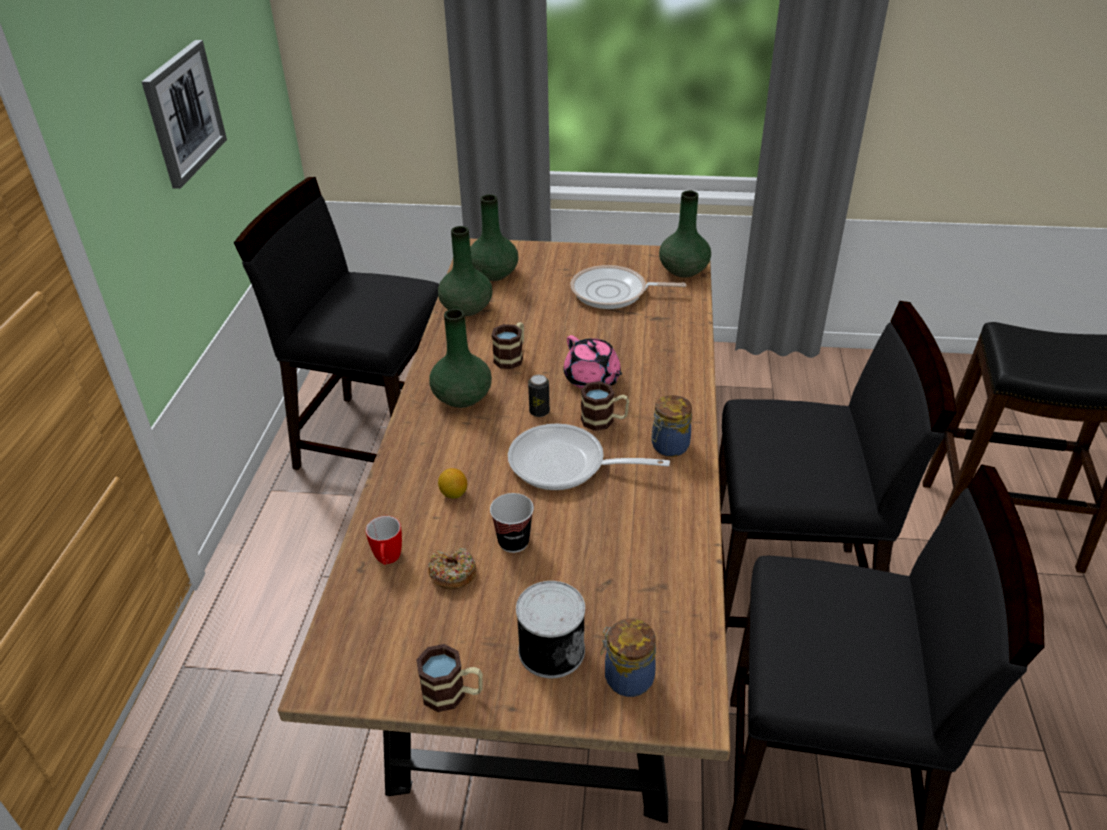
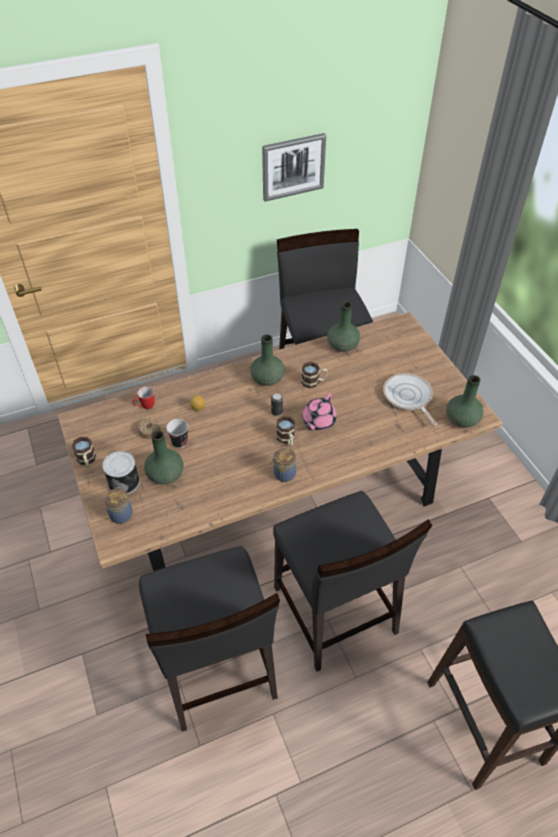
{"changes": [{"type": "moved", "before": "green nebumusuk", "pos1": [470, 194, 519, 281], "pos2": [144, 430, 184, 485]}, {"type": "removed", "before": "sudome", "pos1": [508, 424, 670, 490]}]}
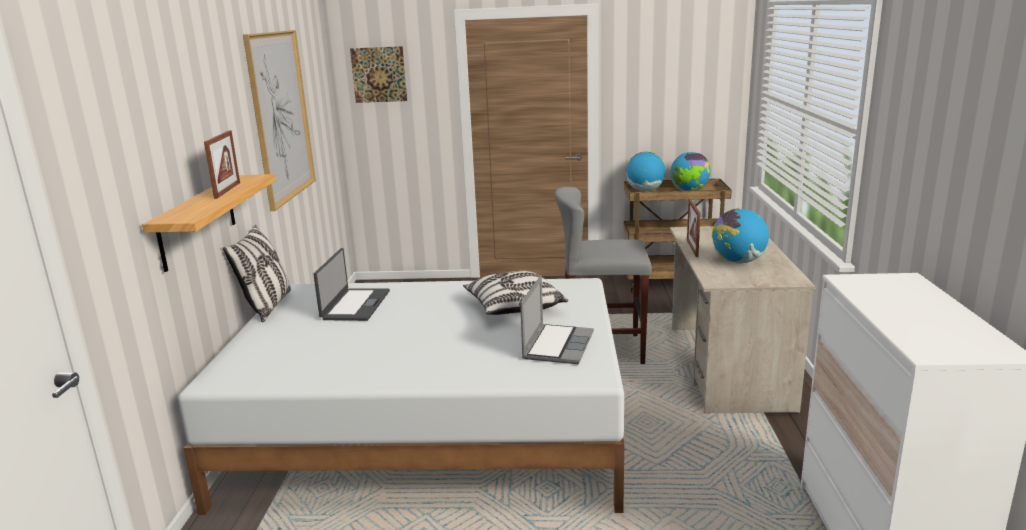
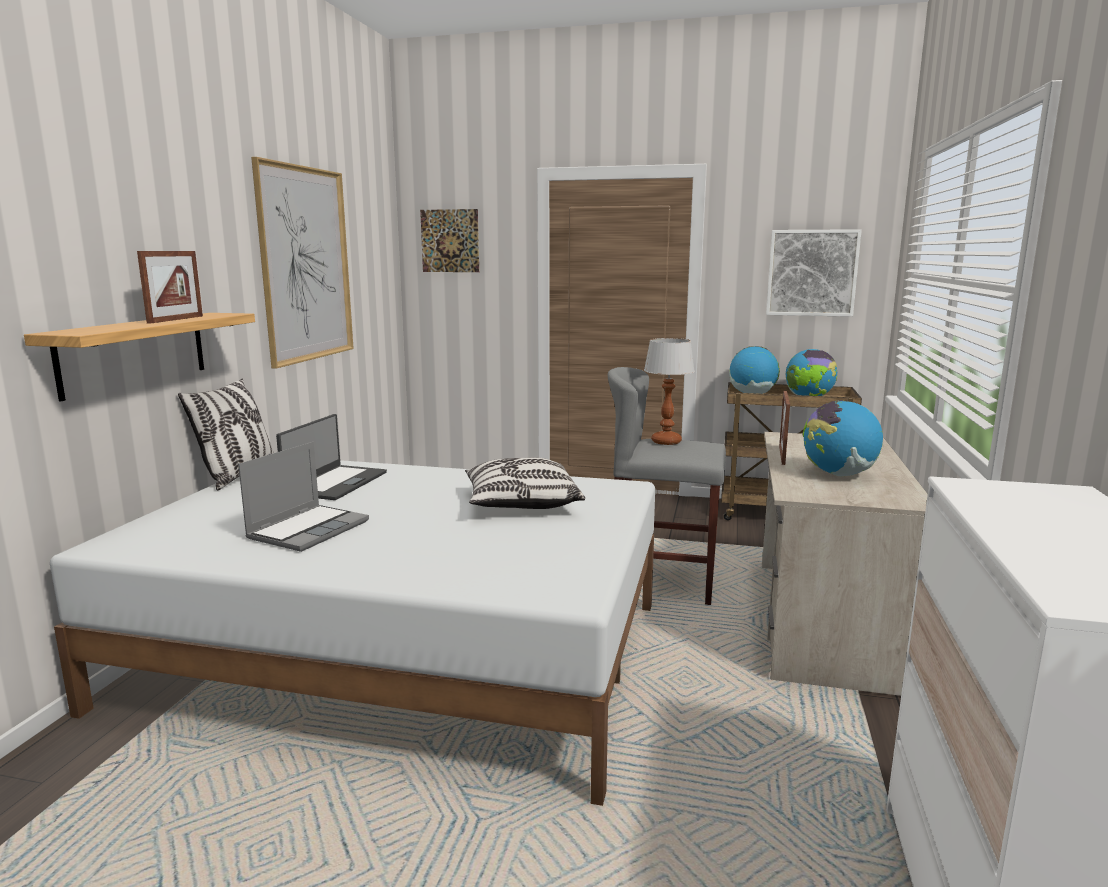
{"changes": [{"type": "moved", "before": "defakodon", "pos1": [520, 275, 594, 364], "pos2": [238, 442, 369, 552]}, {"type": "added", "after": "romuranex", "pos2": [644, 338, 695, 445]}, {"type": "added", "after": "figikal", "pos2": [766, 229, 862, 317]}]}
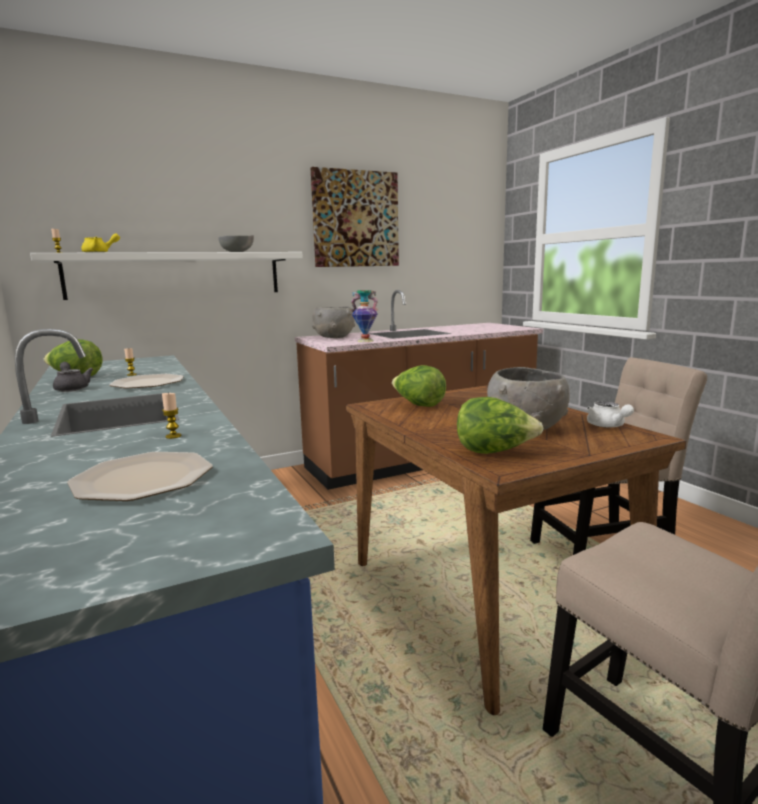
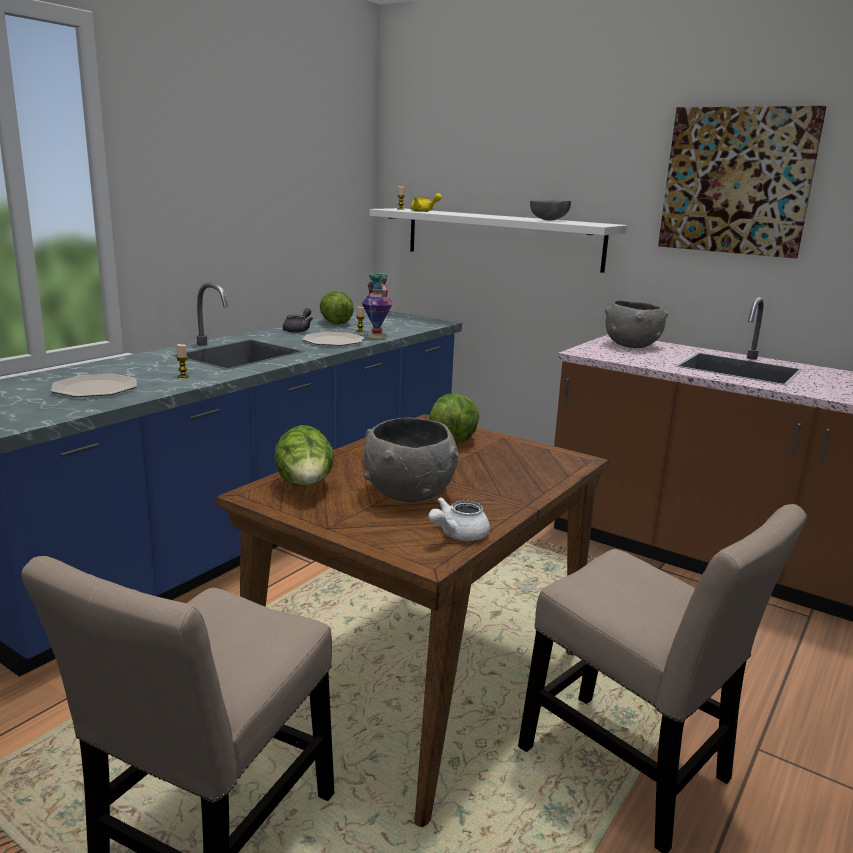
{"changes": [{"type": "moved", "before": "nebumusuk", "pos1": [351, 290, 378, 342], "pos2": [362, 273, 393, 339]}]}
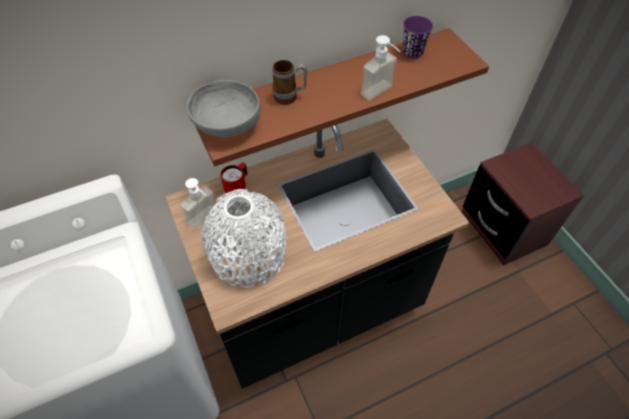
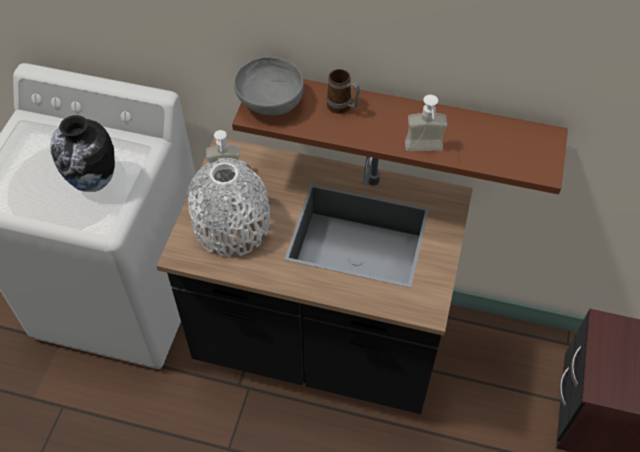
{"changes": [{"type": "added", "after": "nebumusuk", "pos2": [50, 115, 115, 192]}, {"type": "removed", "before": "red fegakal", "pos1": [220, 162, 248, 193]}, {"type": "removed", "before": "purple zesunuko", "pos1": [403, 16, 433, 58]}]}
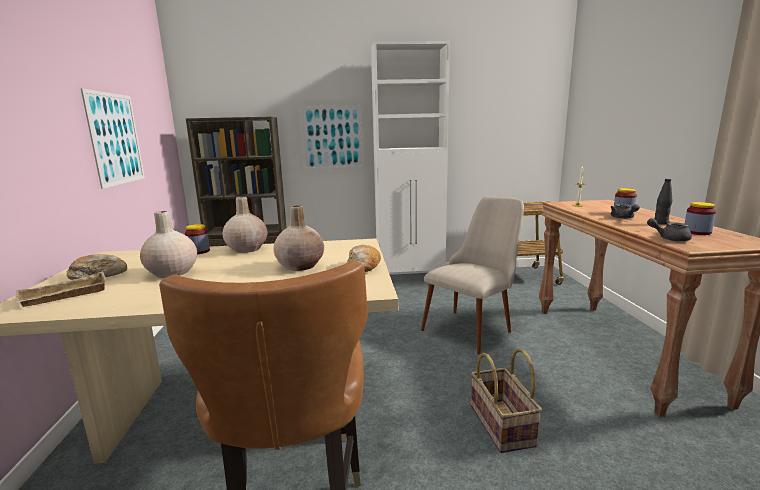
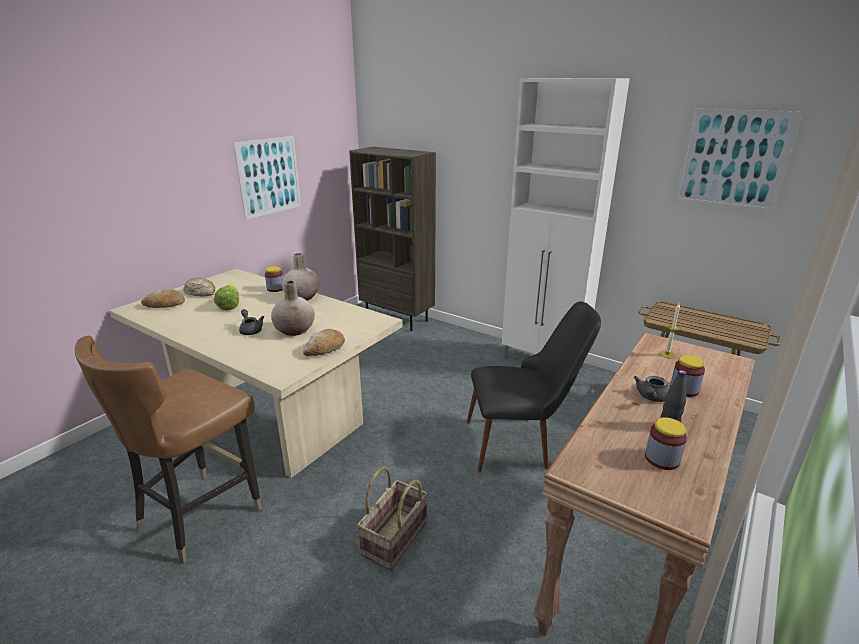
{"changes": [{"type": "replaced", "before": "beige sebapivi", "after": "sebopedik", "pos1": [15, 272, 107, 307], "pos2": [141, 289, 185, 308]}, {"type": "replaced", "before": "beige nebumusuk", "after": "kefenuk", "pos1": [140, 211, 197, 278], "pos2": [214, 284, 239, 310]}, {"type": "moved", "before": "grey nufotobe", "pos1": [647, 218, 692, 242], "pos2": [239, 309, 264, 335]}, {"type": "recoloured", "before": "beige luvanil", "after": "black luvanil", "pos1": [421, 196, 524, 354], "pos2": [466, 301, 601, 473]}, {"type": "moved", "before": "figikal", "pos1": [299, 105, 364, 170], "pos2": [674, 109, 802, 212]}]}
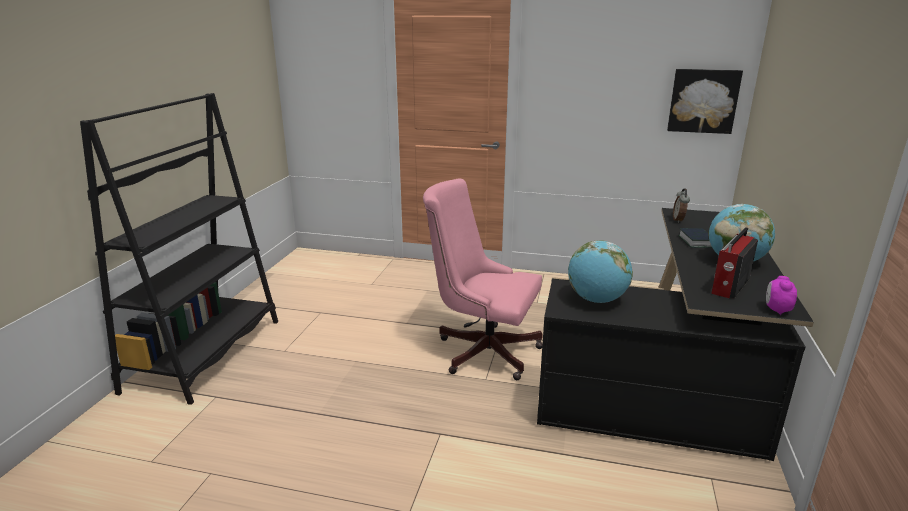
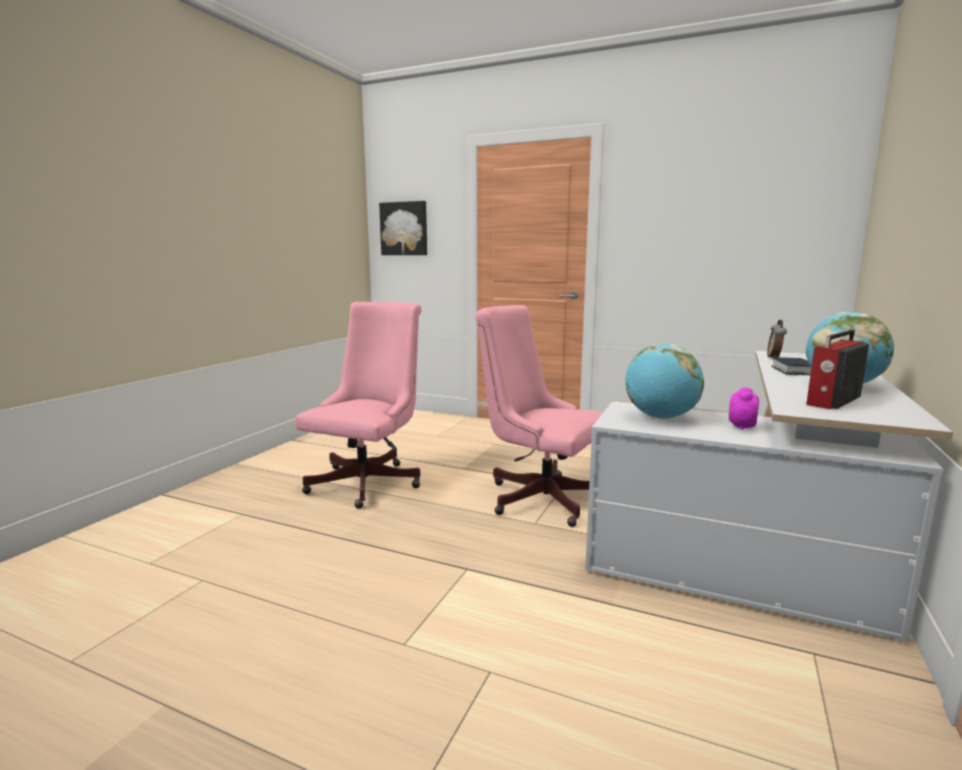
{"changes": [{"type": "added", "after": "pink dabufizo", "pos2": [295, 302, 421, 508]}, {"type": "moved", "before": "figikal", "pos1": [667, 69, 743, 134], "pos2": [379, 201, 427, 255]}, {"type": "recoloured", "before": "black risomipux", "after": "white risomipux", "pos1": [537, 208, 814, 461], "pos2": [585, 351, 953, 642]}, {"type": "moved", "before": "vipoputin", "pos1": [766, 276, 797, 315], "pos2": [728, 388, 759, 430]}, {"type": "removed", "before": "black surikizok", "pos1": [80, 93, 278, 405]}]}
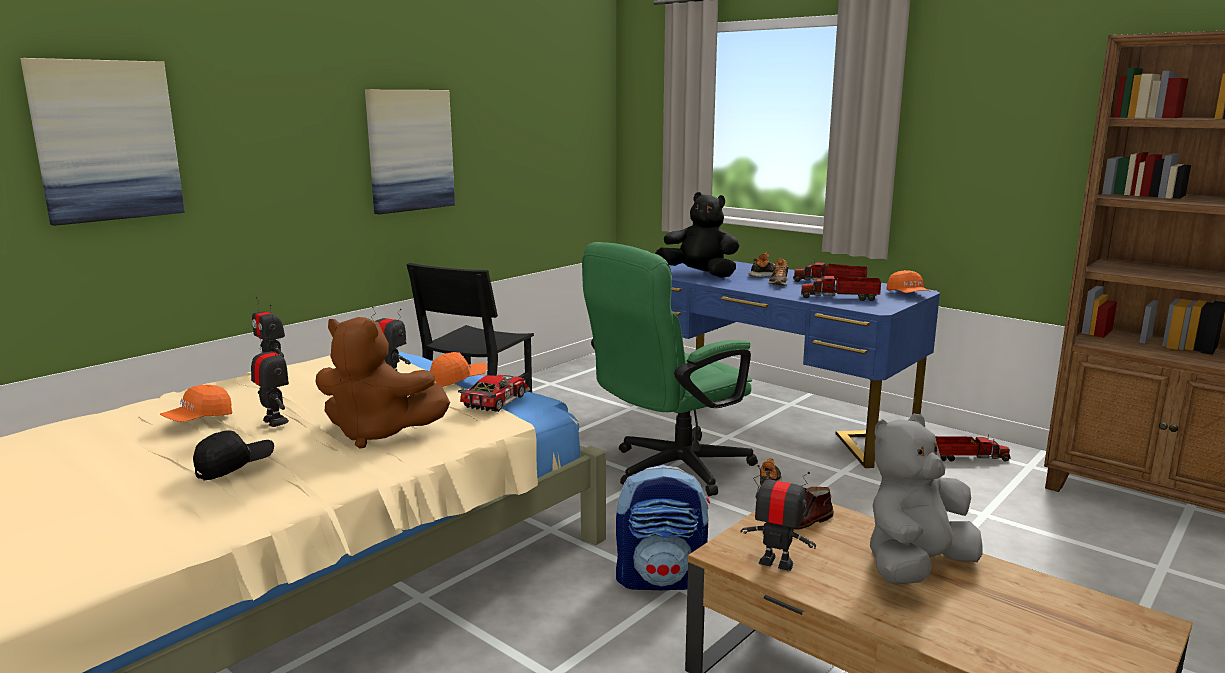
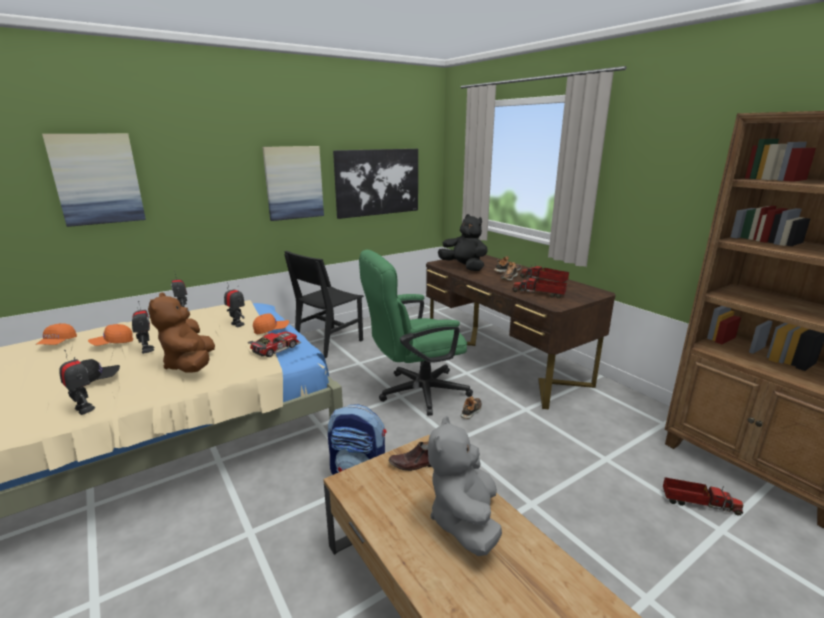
{"changes": [{"type": "moved", "before": "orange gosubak", "pos1": [886, 270, 930, 293], "pos2": [37, 323, 77, 345]}, {"type": "moved", "before": "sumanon", "pos1": [741, 465, 816, 571], "pos2": [59, 350, 95, 415]}, {"type": "turned", "before": "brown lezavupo", "pos1": [315, 317, 450, 449], "pos2": [148, 292, 215, 373], "turn": 45}, {"type": "added", "after": "figikal", "pos2": [333, 149, 418, 219]}, {"type": "recoloured", "before": "blue risomipux", "after": "brown risomipux", "pos1": [669, 261, 940, 468], "pos2": [426, 255, 615, 410]}, {"type": "turned", "before": "grey lezavupo", "pos1": [870, 413, 982, 585], "pos2": [428, 416, 502, 556], "turn": -60}, {"type": "moved", "before": "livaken", "pos1": [935, 434, 1010, 462], "pos2": [663, 477, 744, 516]}]}
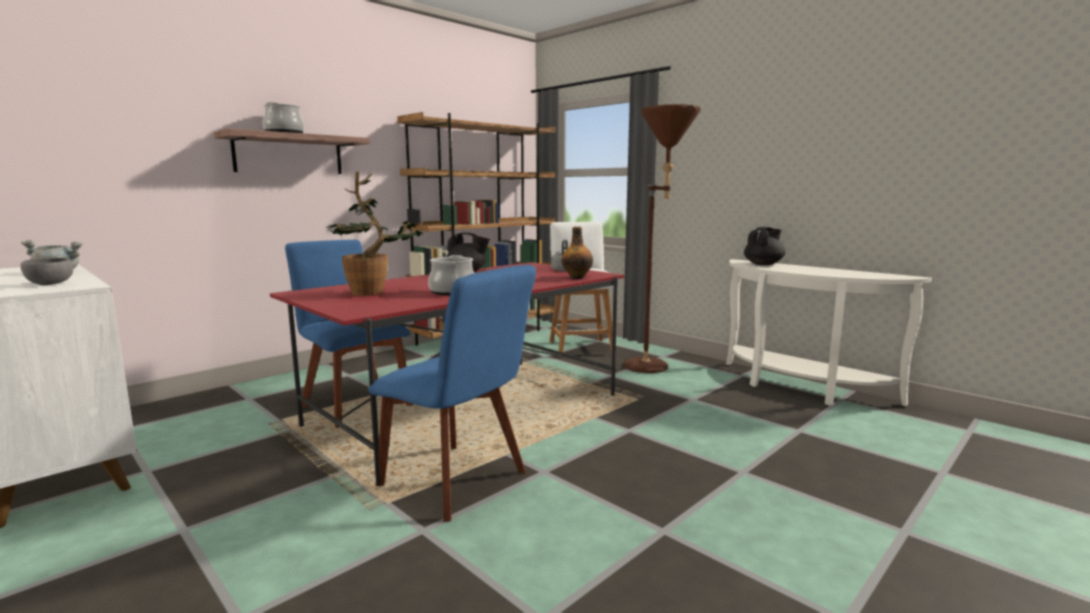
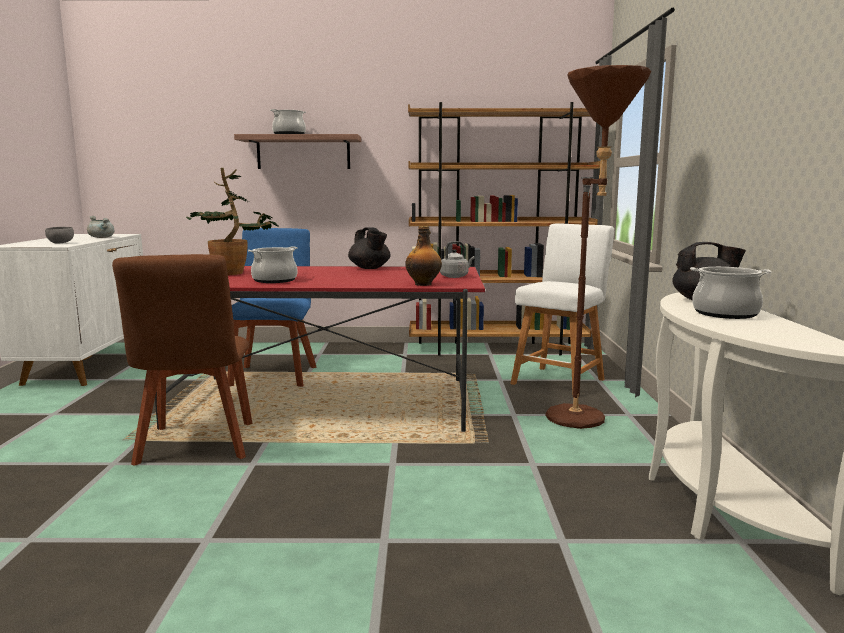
{"changes": [{"type": "recoloured", "before": "blue luvanil", "after": "brown luvanil", "pos1": [368, 265, 536, 522], "pos2": [112, 254, 253, 466]}, {"type": "added", "after": "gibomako", "pos2": [690, 267, 772, 319]}]}
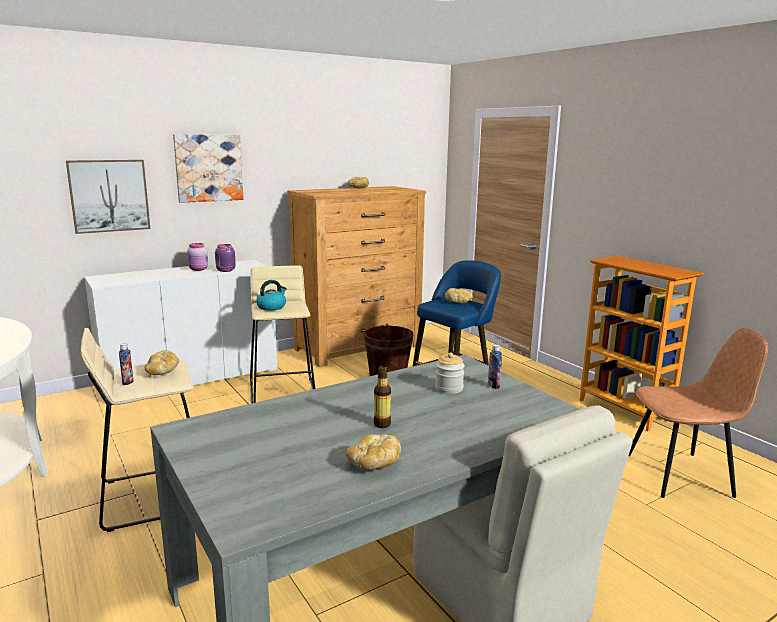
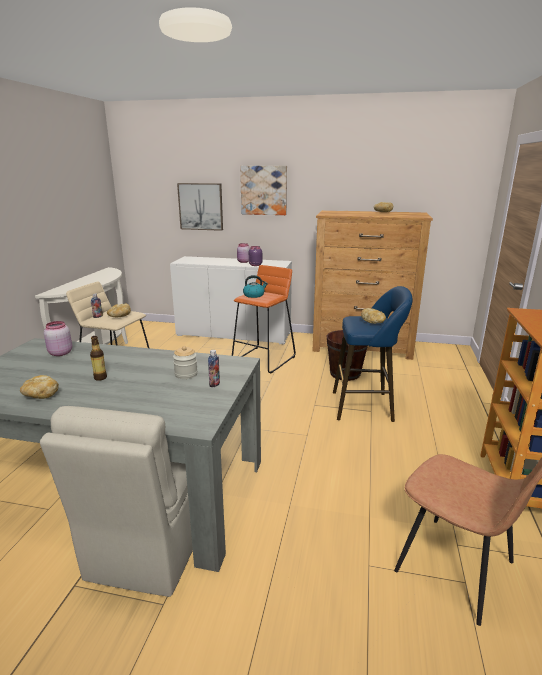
{"changes": [{"type": "added", "after": "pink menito", "pos2": [44, 321, 72, 356]}, {"type": "recoloured", "before": "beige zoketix", "after": "orange zoketix", "pos1": [250, 266, 315, 404], "pos2": [232, 265, 296, 373]}]}
